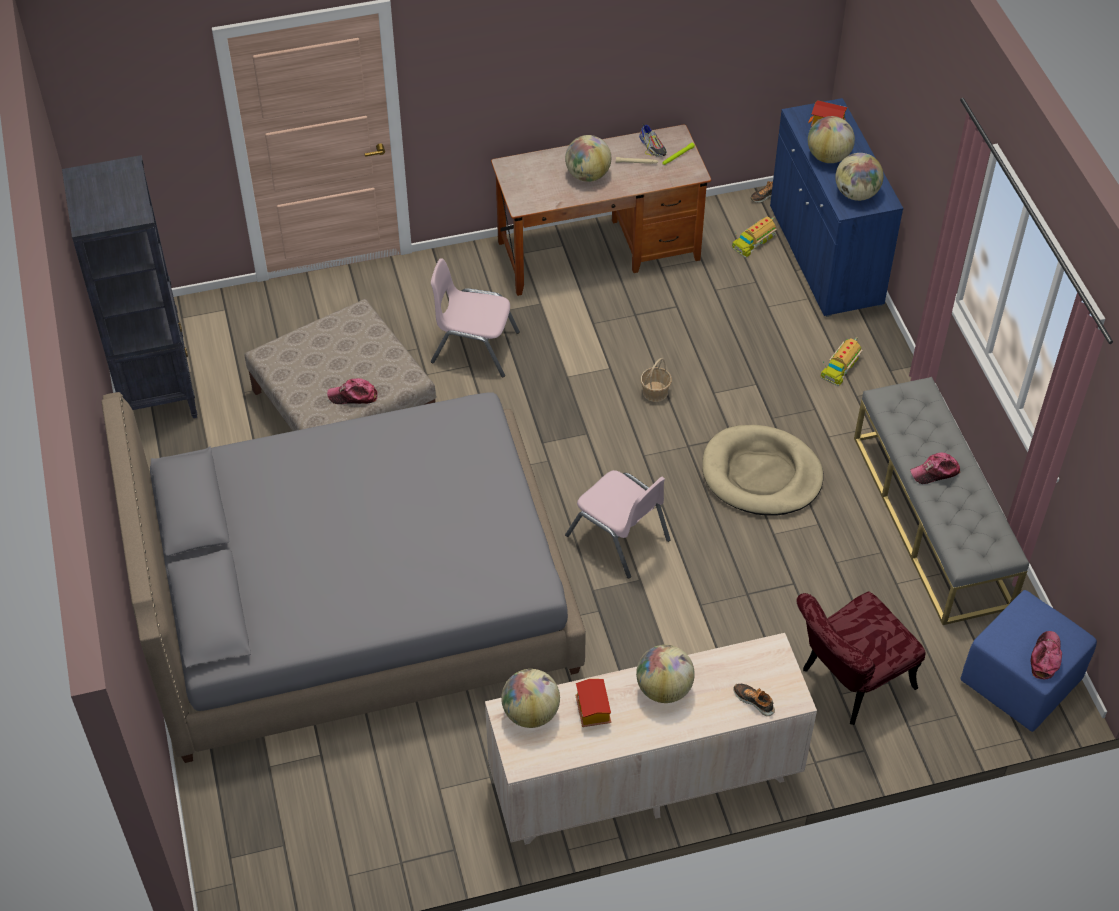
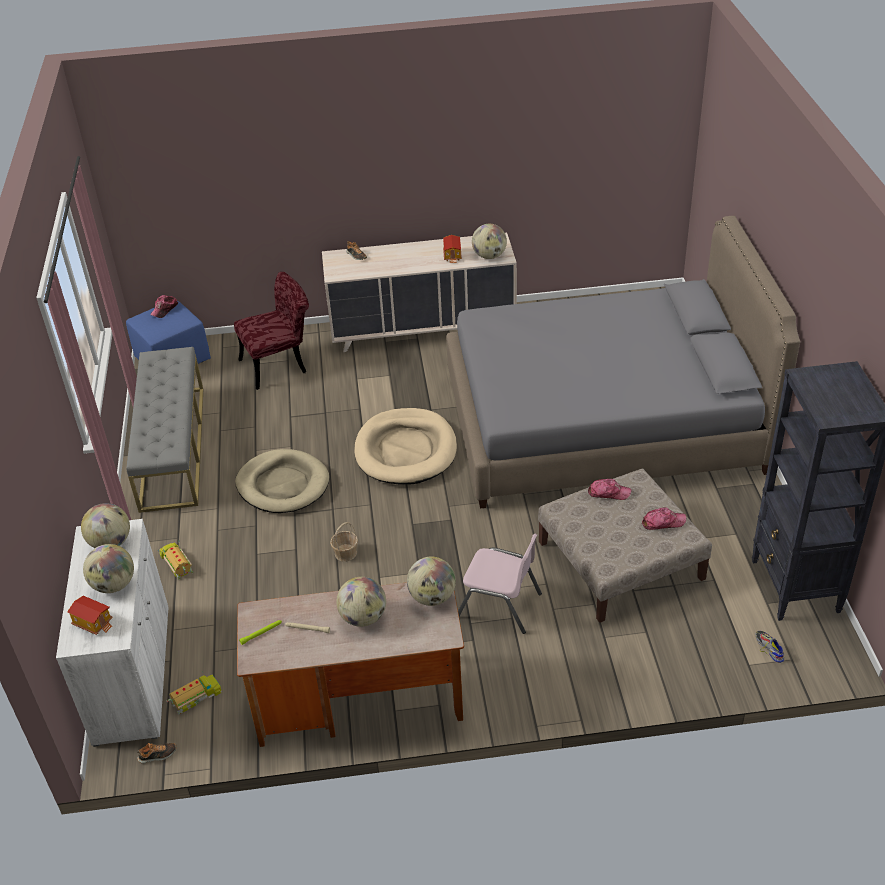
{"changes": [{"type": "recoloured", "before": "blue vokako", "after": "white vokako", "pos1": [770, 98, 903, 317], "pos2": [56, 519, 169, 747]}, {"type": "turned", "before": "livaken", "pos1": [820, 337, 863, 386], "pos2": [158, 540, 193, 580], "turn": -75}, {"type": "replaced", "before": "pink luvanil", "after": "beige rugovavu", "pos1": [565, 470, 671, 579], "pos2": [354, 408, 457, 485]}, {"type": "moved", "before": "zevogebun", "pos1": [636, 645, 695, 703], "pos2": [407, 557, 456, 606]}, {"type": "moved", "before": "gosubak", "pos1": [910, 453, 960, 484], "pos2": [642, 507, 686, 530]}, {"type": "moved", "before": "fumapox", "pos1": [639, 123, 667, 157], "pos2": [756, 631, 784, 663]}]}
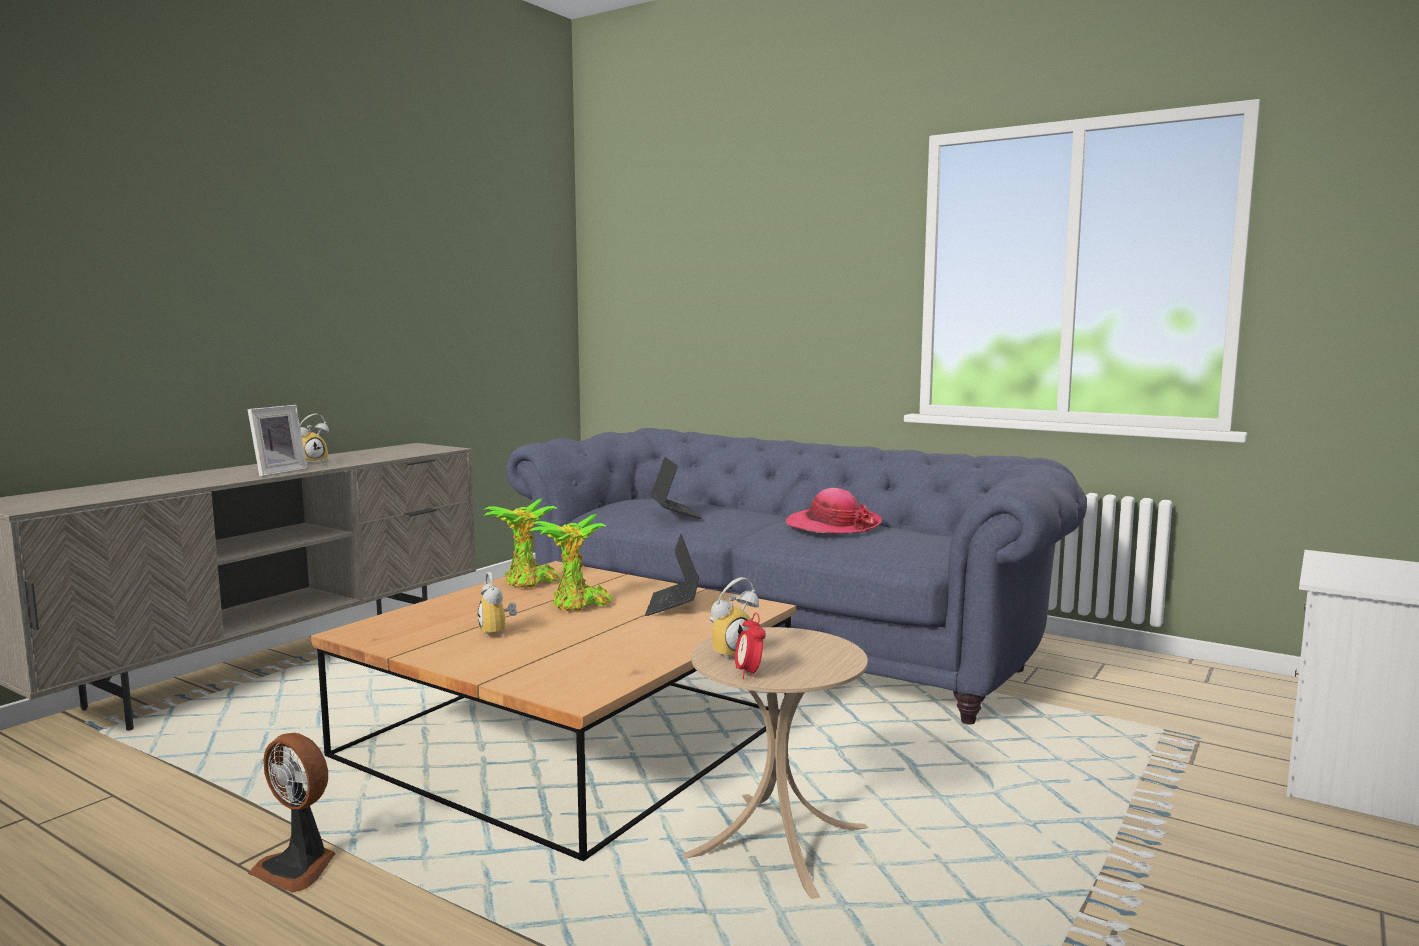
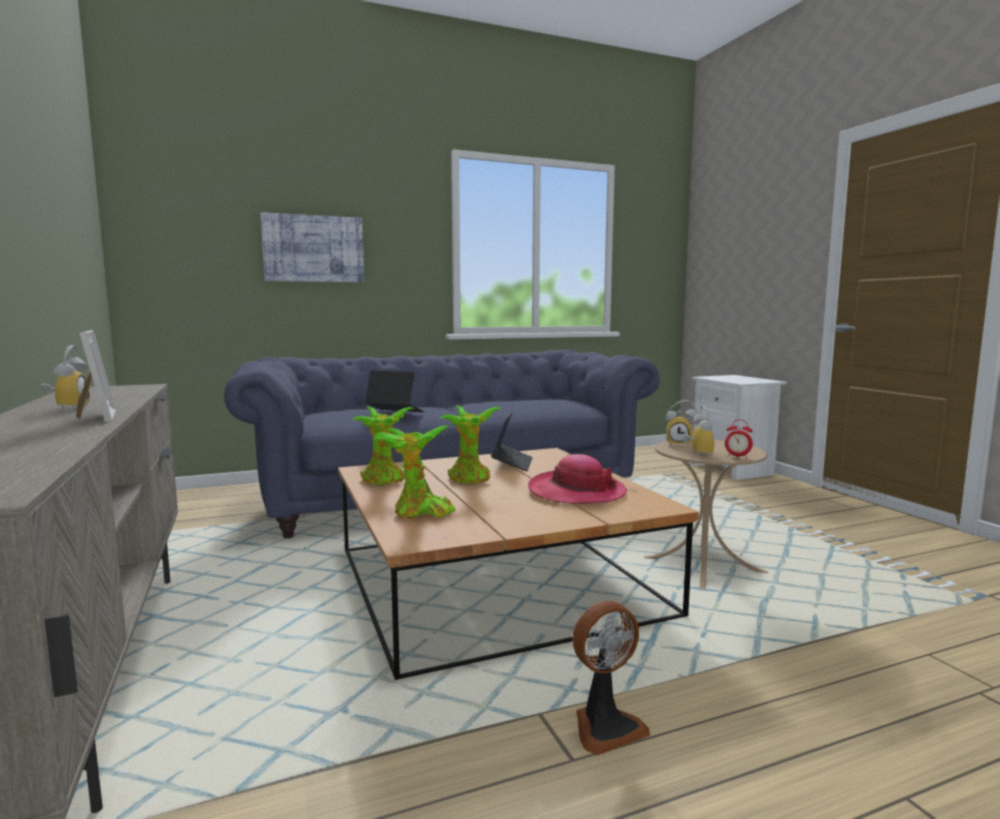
{"changes": [{"type": "added", "after": "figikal", "pos2": [261, 212, 364, 283]}, {"type": "added", "after": "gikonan", "pos2": [373, 426, 456, 520]}, {"type": "turned", "before": "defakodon", "pos1": [645, 534, 699, 616], "pos2": [491, 412, 533, 471], "turn": -120}, {"type": "moved", "before": "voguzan", "pos1": [786, 488, 882, 534], "pos2": [528, 454, 627, 504]}, {"type": "moved", "before": "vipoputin", "pos1": [477, 572, 517, 638], "pos2": [666, 400, 698, 447]}]}
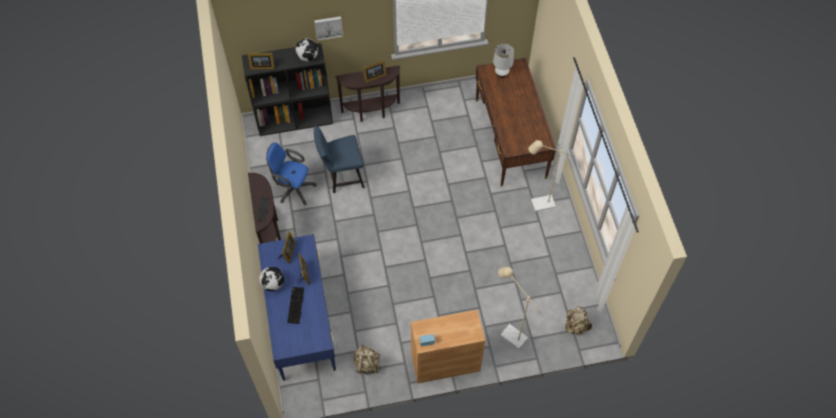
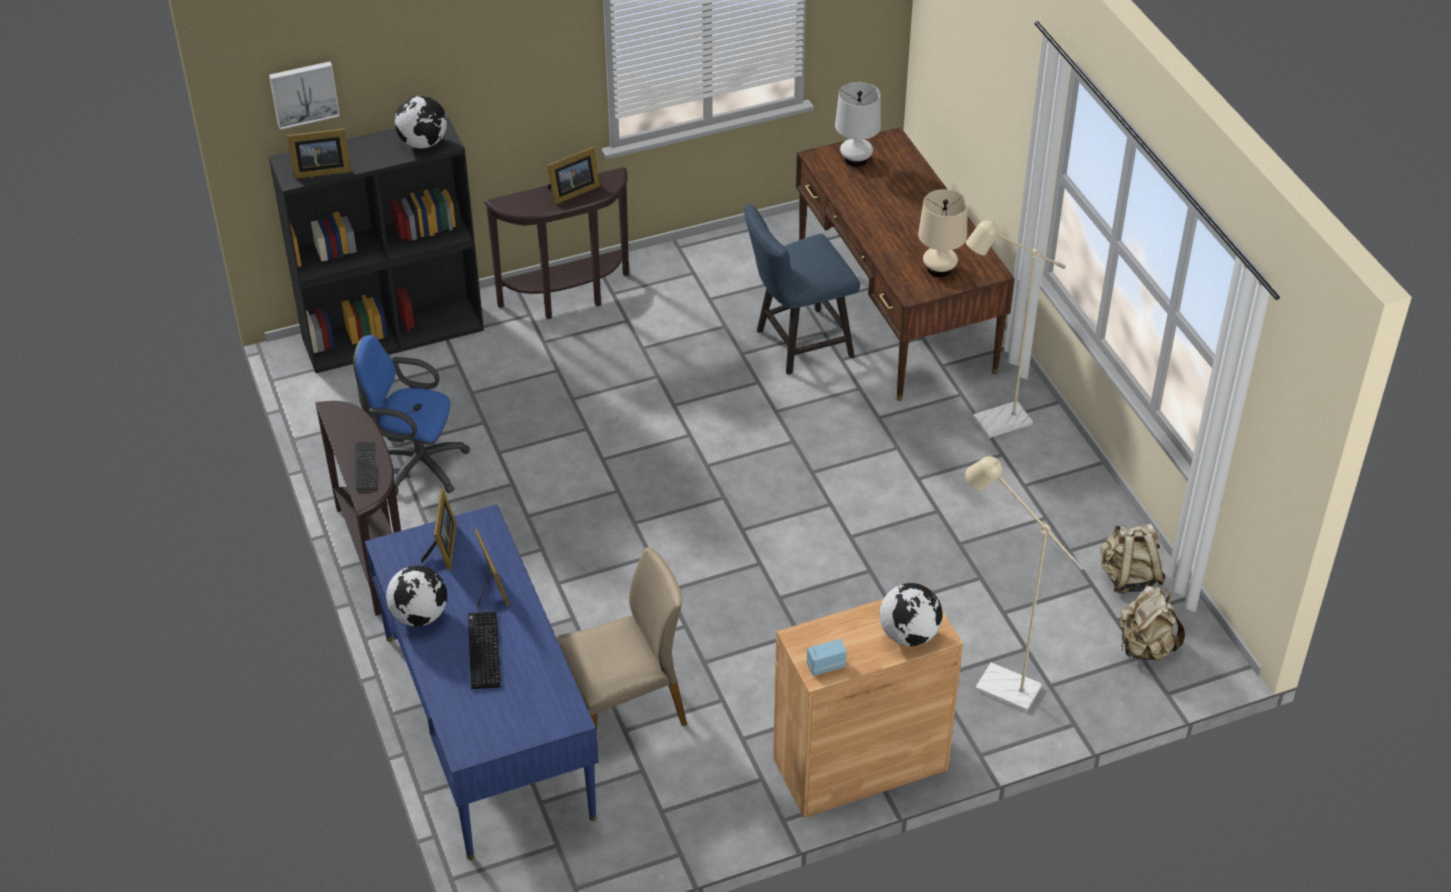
{"changes": [{"type": "moved", "before": "figikal", "pos1": [314, 16, 343, 41], "pos2": [269, 61, 340, 130]}, {"type": "added", "after": "beige luvanil", "pos2": [556, 547, 687, 732]}, {"type": "moved", "before": "blue luvanil", "pos1": [314, 126, 365, 193], "pos2": [744, 205, 860, 375]}, {"type": "added", "after": "zevogebun", "pos2": [879, 583, 943, 646]}, {"type": "added", "after": "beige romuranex", "pos2": [918, 189, 968, 277]}, {"type": "moved", "before": "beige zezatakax", "pos1": [354, 344, 381, 374], "pos2": [1100, 524, 1166, 594]}]}
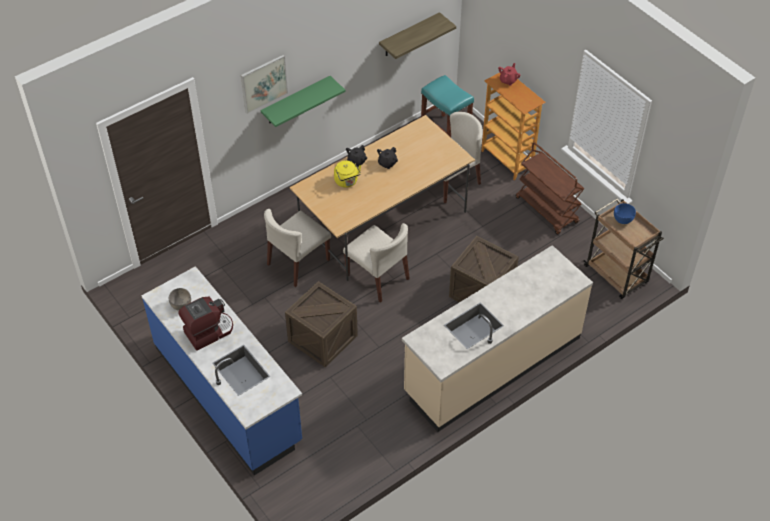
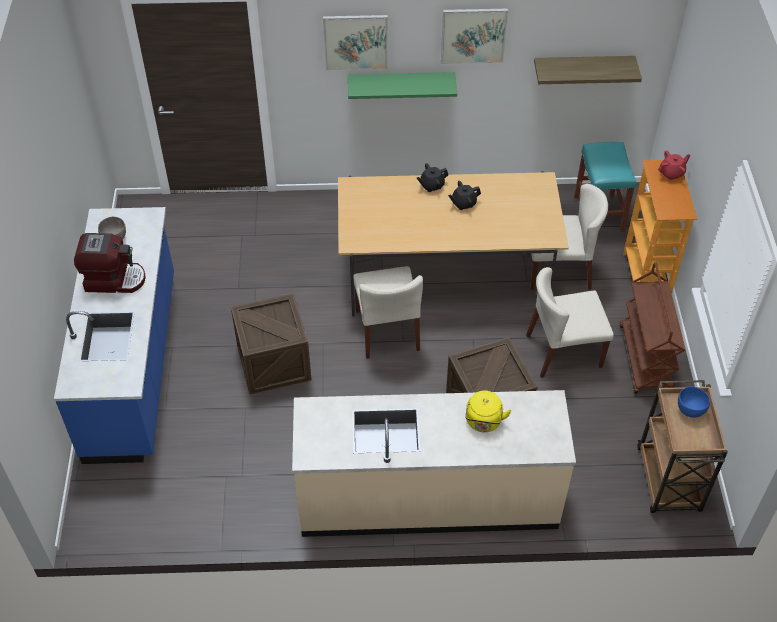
{"changes": [{"type": "added", "after": "figikal", "pos2": [441, 9, 508, 64]}, {"type": "moved", "before": "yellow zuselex", "pos1": [334, 160, 361, 188], "pos2": [465, 391, 512, 432]}, {"type": "moved", "before": "beige luvanil", "pos1": [264, 209, 331, 287], "pos2": [526, 267, 614, 378]}]}
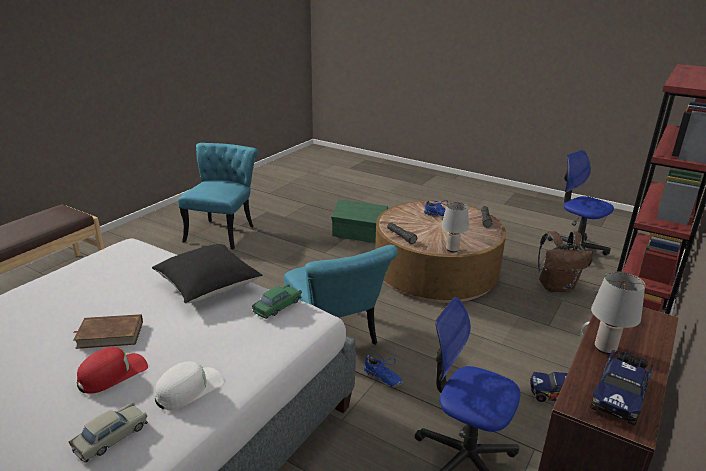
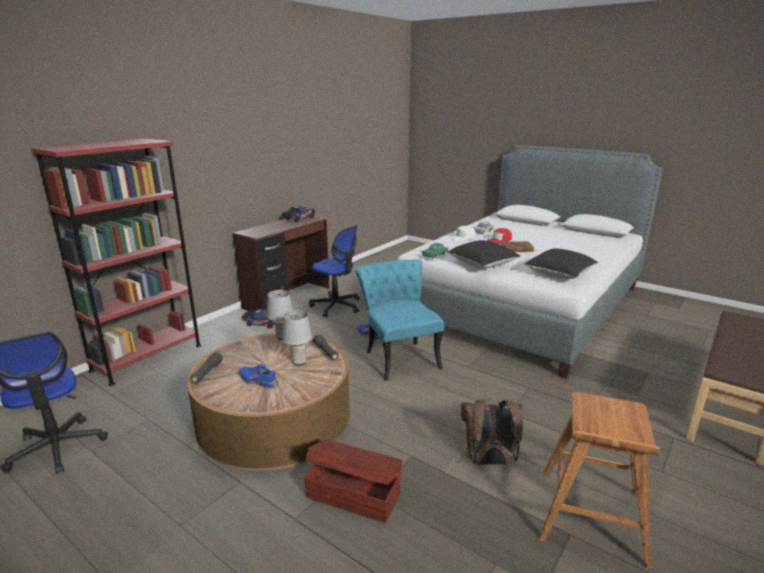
{"changes": [{"type": "moved", "before": "grey romuranex", "pos1": [591, 271, 645, 354], "pos2": [282, 310, 312, 366]}, {"type": "recoloured", "before": "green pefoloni", "after": "brown pefoloni", "pos1": [331, 199, 388, 243], "pos2": [305, 439, 402, 523]}, {"type": "moved", "before": "brown zezatakax", "pos1": [538, 231, 593, 292], "pos2": [461, 398, 523, 465]}, {"type": "added", "after": "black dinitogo", "pos2": [524, 249, 598, 279]}, {"type": "replaced", "before": "turquoise luvanil", "after": "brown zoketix", "pos1": [178, 143, 258, 249], "pos2": [540, 392, 660, 569]}]}
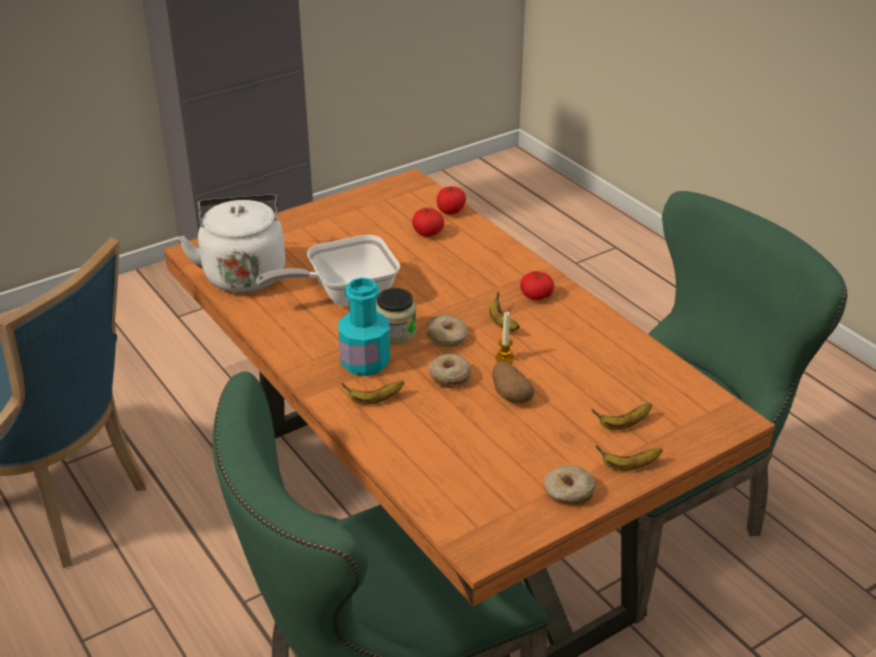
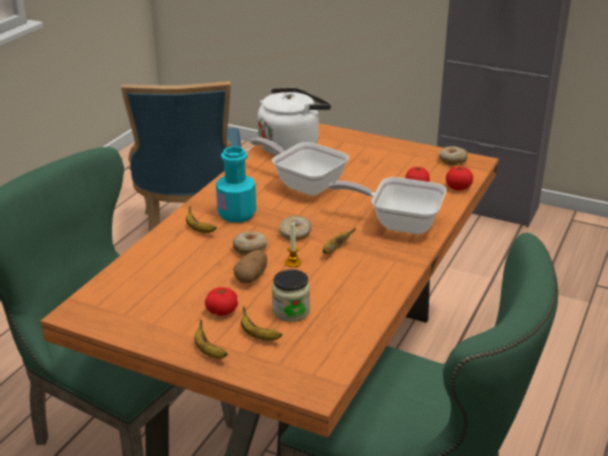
{"changes": [{"type": "moved", "before": "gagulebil", "pos1": [520, 271, 554, 300], "pos2": [205, 287, 238, 316]}, {"type": "moved", "before": "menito", "pos1": [376, 288, 416, 344], "pos2": [272, 269, 310, 322]}, {"type": "added", "after": "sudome", "pos2": [329, 177, 446, 234]}, {"type": "moved", "before": "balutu", "pos1": [544, 466, 596, 506], "pos2": [439, 146, 468, 166]}]}
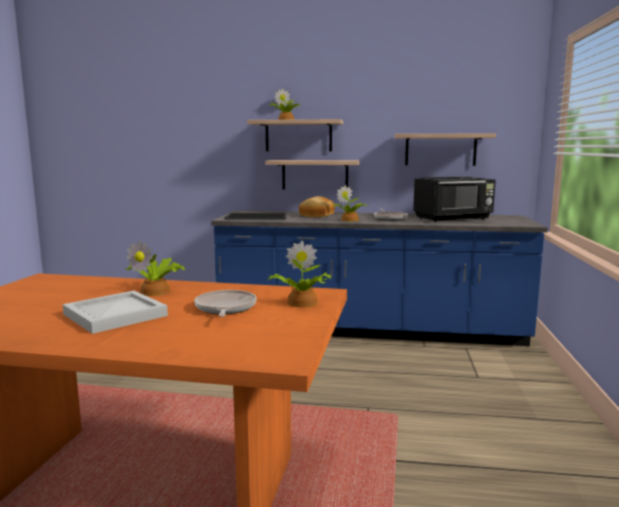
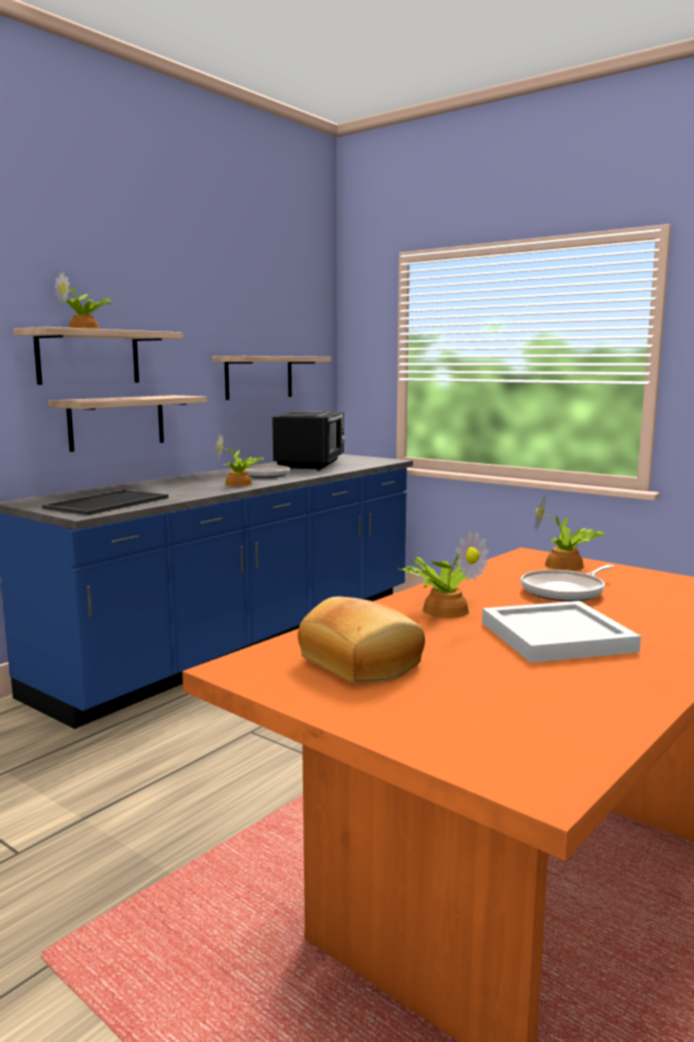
{"changes": [{"type": "moved", "before": "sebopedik", "pos1": [299, 196, 335, 218], "pos2": [298, 596, 425, 683]}, {"type": "turned", "before": "sudome", "pos1": [194, 290, 257, 317], "pos2": [521, 565, 614, 601], "turn": -60}]}
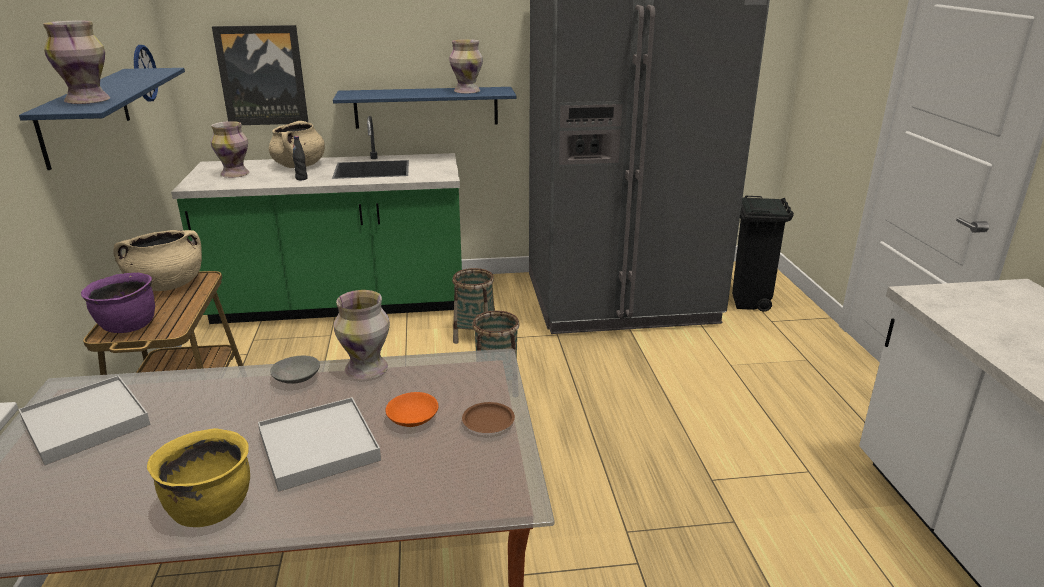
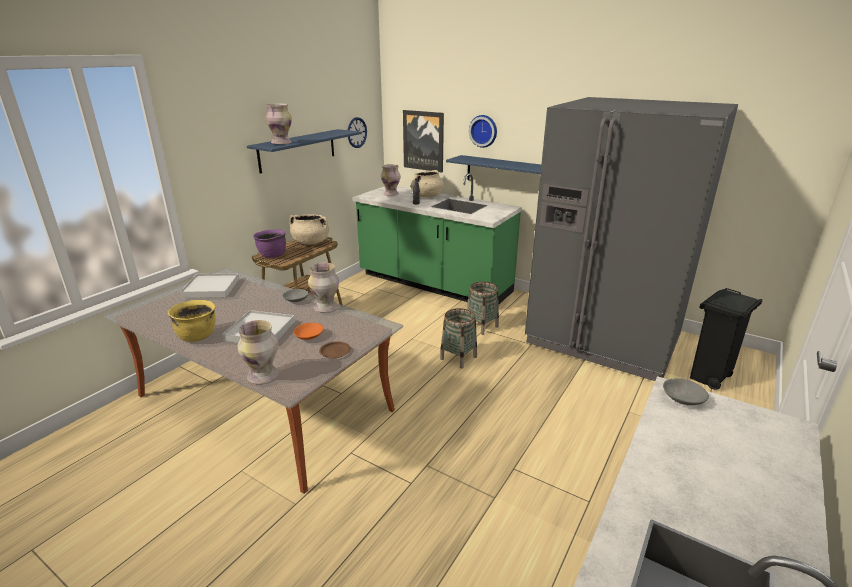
{"changes": [{"type": "moved", "before": "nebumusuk", "pos1": [449, 39, 483, 94], "pos2": [237, 320, 279, 384]}, {"type": "added", "after": "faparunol", "pos2": [469, 115, 497, 148]}, {"type": "added", "after": "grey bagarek", "pos2": [663, 378, 709, 405]}]}
